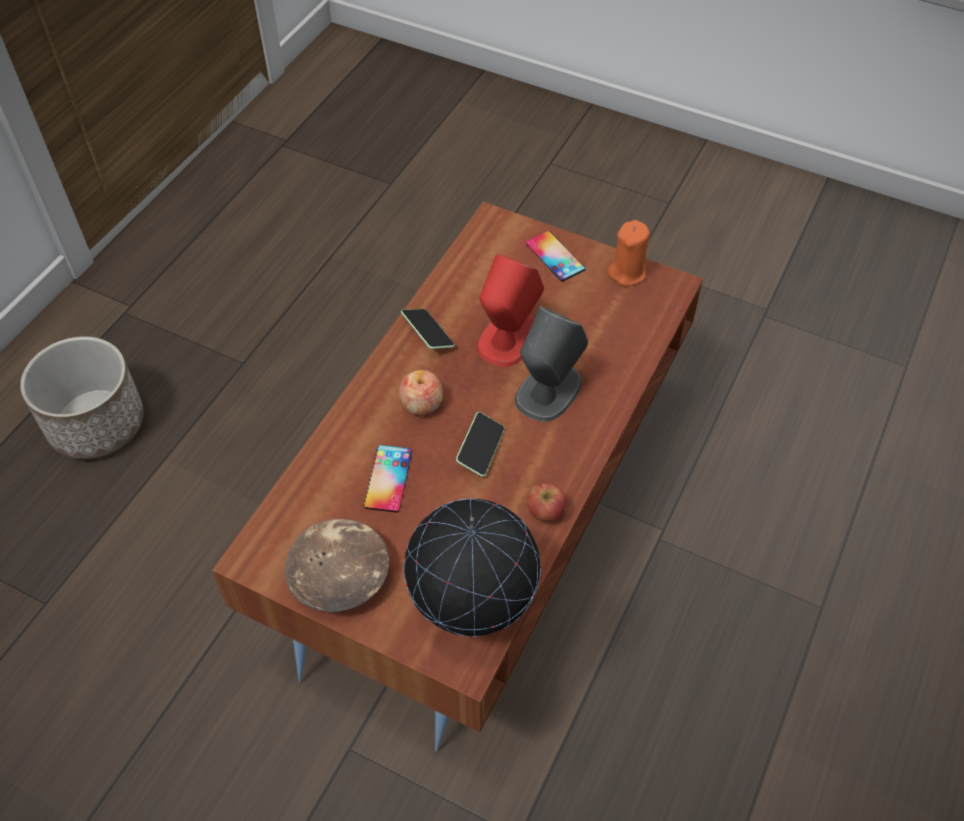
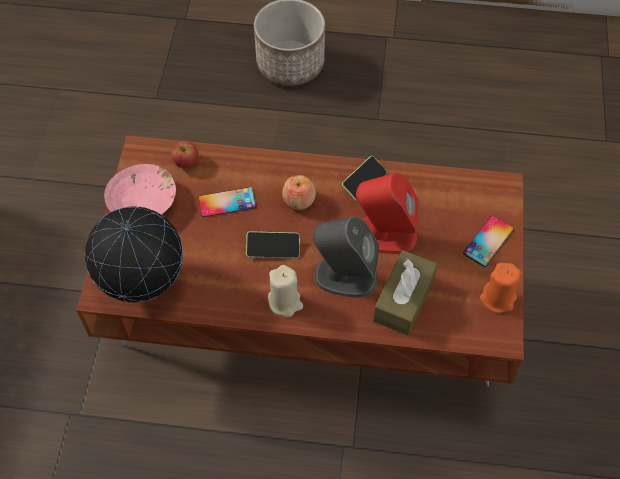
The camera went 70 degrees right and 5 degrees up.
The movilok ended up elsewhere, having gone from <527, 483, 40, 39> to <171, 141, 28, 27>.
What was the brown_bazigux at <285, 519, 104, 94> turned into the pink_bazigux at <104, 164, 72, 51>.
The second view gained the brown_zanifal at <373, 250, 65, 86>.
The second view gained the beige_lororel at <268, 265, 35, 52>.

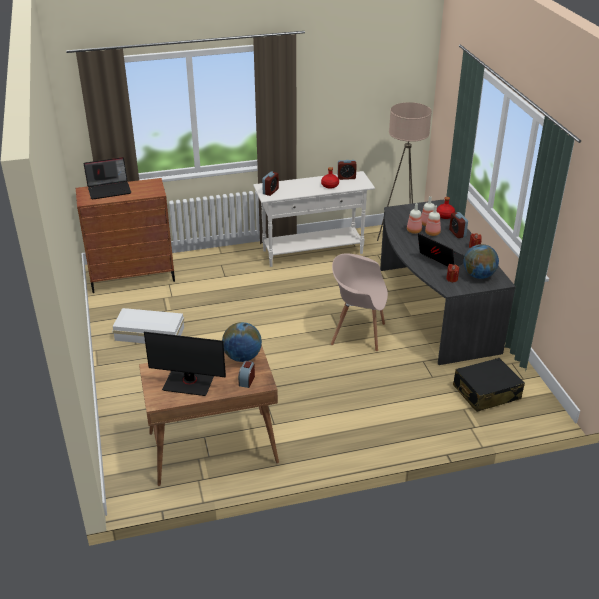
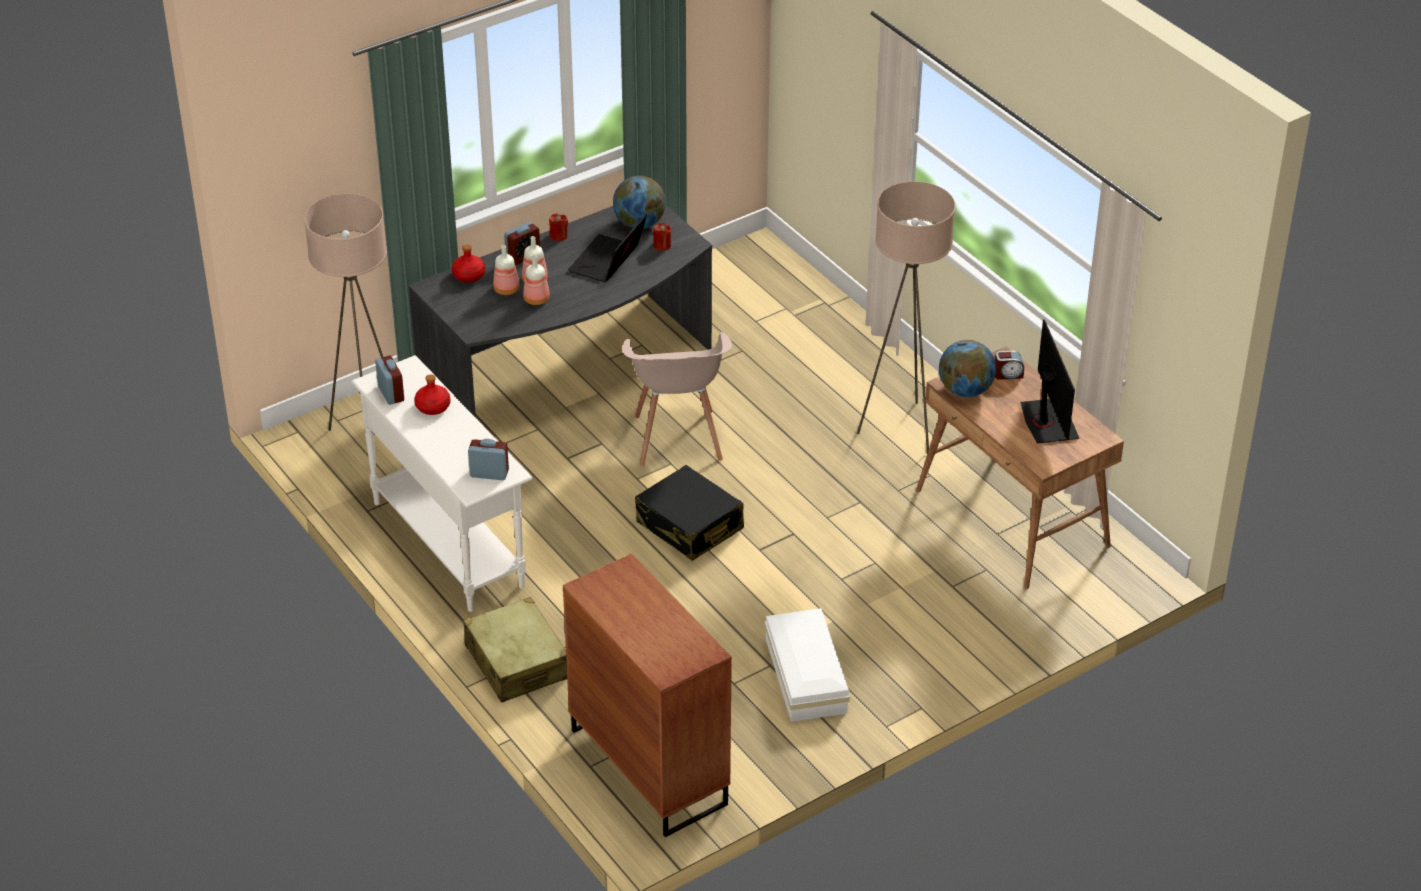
The camera went 110 degrees left and 5 degrees up.
The second view lost the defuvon at <83, 157, 48, 43>.
The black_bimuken ended up elsewhere, having gone from <453, 358, 72, 54> to <635, 465, 109, 96>.
The second view gained the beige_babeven at <857, 182, 99, 272>.
The second view gained the beige_bimuken at <463, 597, 104, 106>.

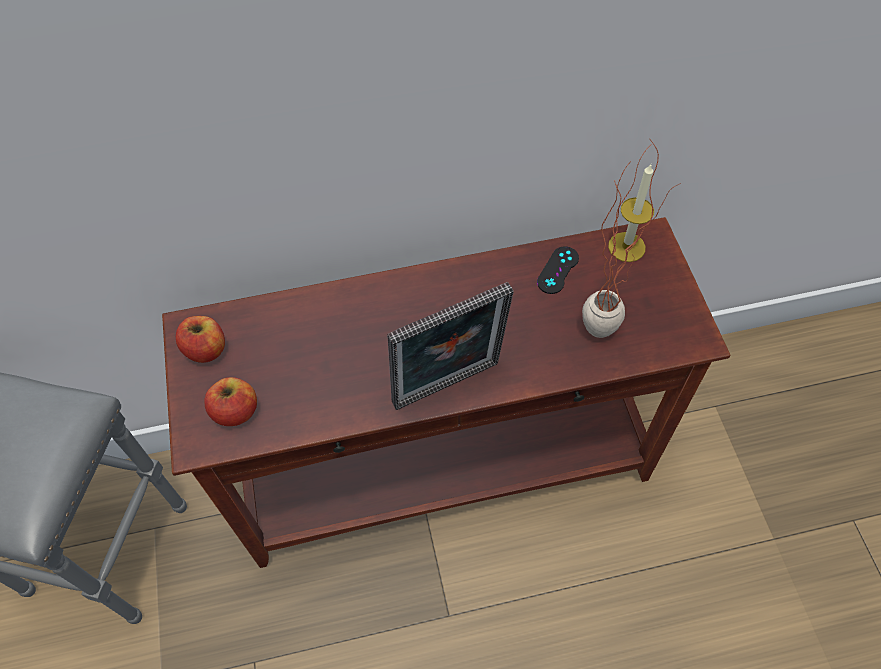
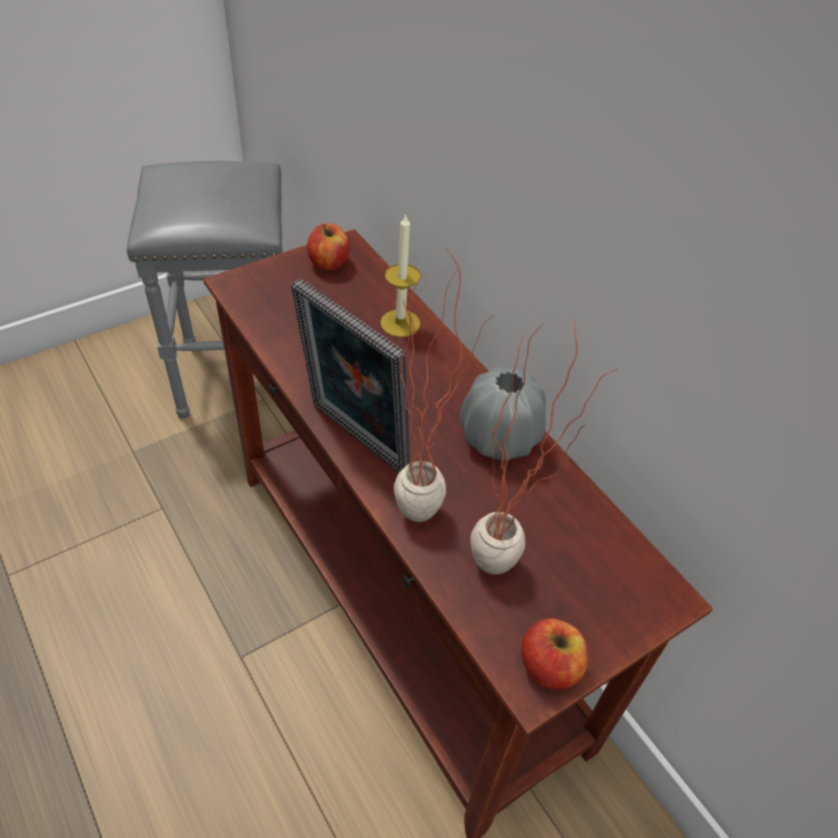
The camera went 65 degrees right and 10 degrees down.
The lororel ended up elsewhere, having gone from <608, 164, 46, 98> to <380, 213, 41, 124>.
The second view lost the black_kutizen at <537, 246, 42, 48>.
The movilok ended up elsewhere, having gone from <204, 377, 53, 49> to <521, 618, 67, 71>.
The second view gained the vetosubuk at <394, 250, 99, 272>.
The second view gained the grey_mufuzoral at <459, 368, 87, 92>.

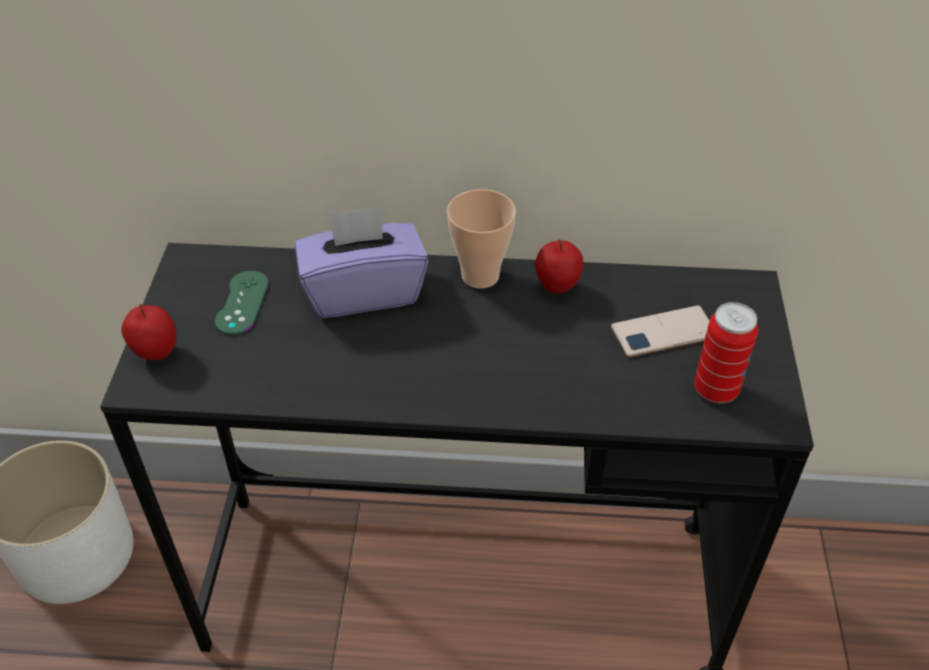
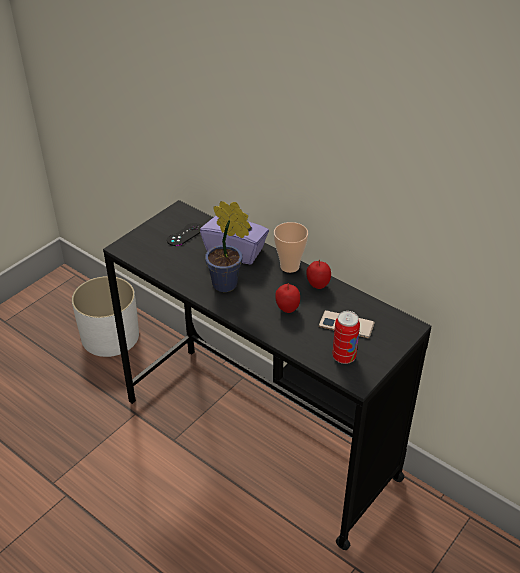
The camera went 35 degrees right and 5 degrees down.
What was the green_kutizen at <215, 271, 54, 64> turned into the black_kutizen at <167, 223, 35, 23>.
The movilok ended up elsewhere, having gone from <121, 304, 55, 56> to <275, 283, 25, 30>.
The second view gained the vetosubuk at <205, 201, 46, 91>.

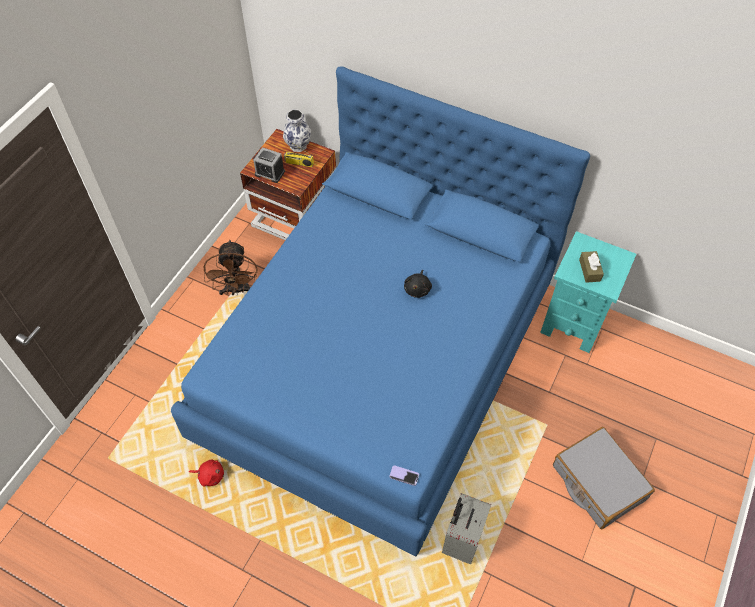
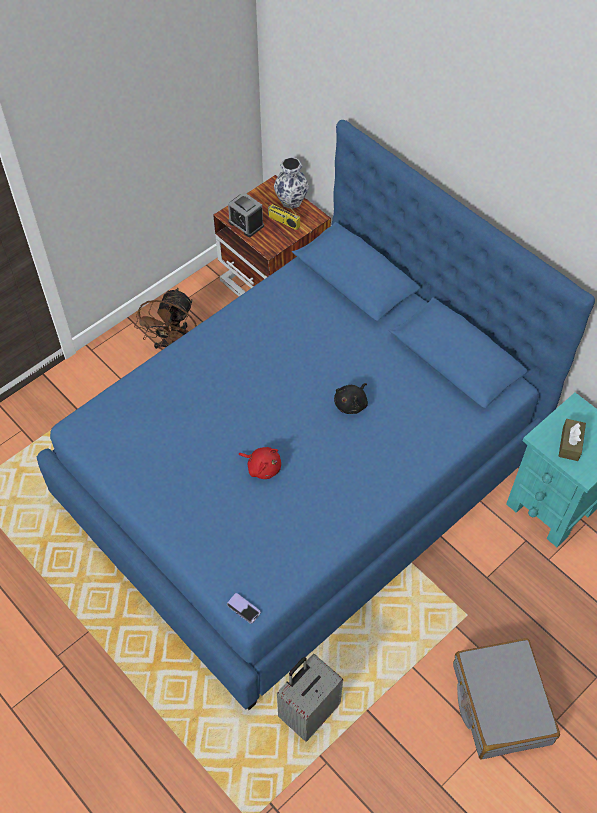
The camera went 20 degrees right and 0 degrees up.
The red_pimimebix ended up elsewhere, having gone from <189, 460, 35, 27> to <238, 447, 43, 32>.

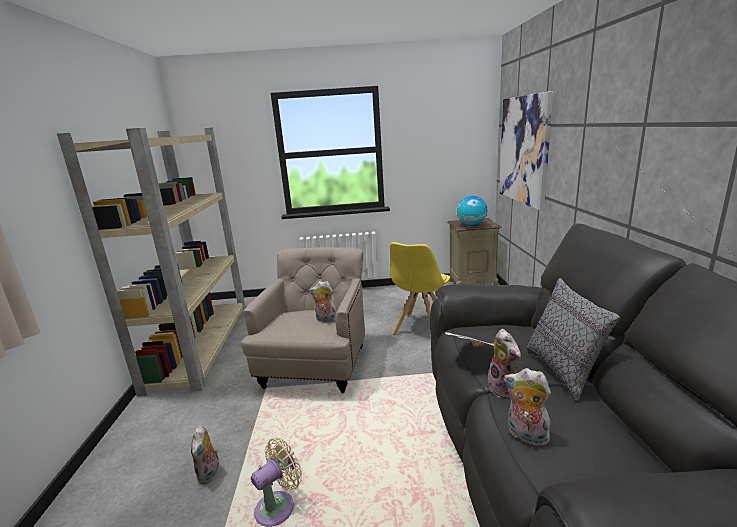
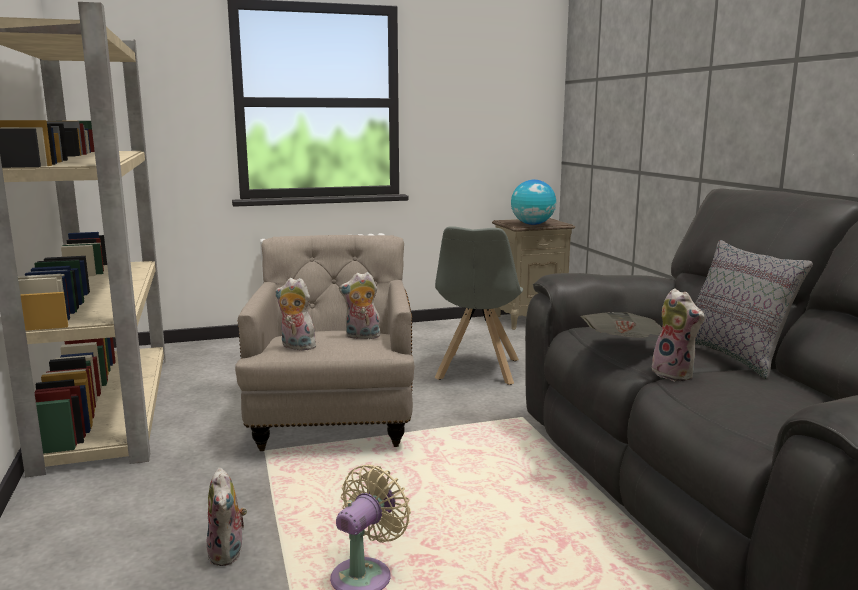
The camera went 15 degrees left and 5 degrees down.
The second view lost the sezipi at <499, 91, 54, 120>.
What was the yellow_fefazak at <390, 242, 60, 93> turned into the grey_fefazak at <435, 226, 88, 159>.
The pimimebix ended up elsewhere, having gone from <504, 368, 48, 78> to <275, 278, 41, 72>.

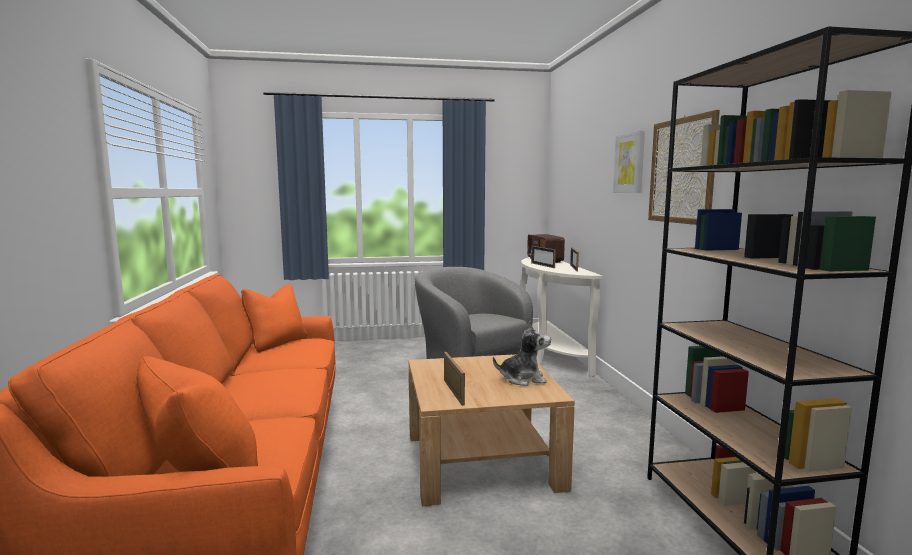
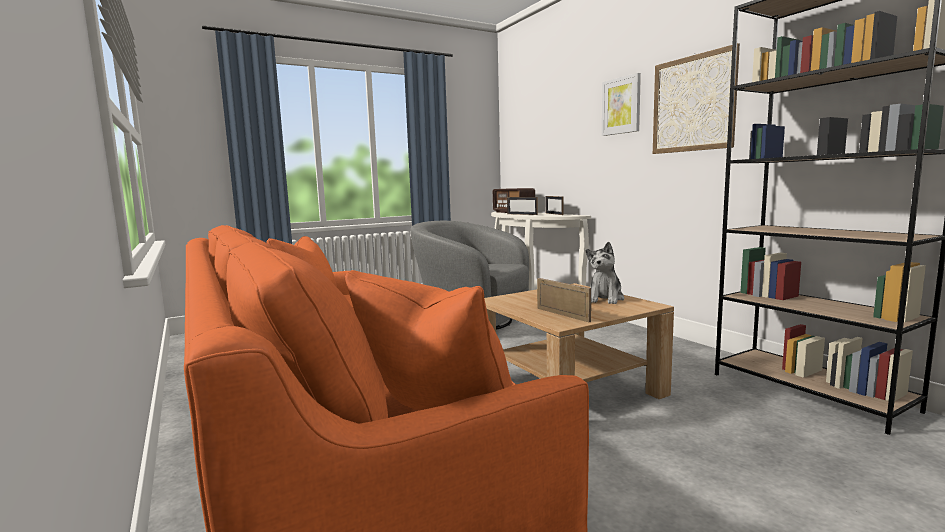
The camera went 20 degrees left and 0 degrees up.
The pimimebix at <493, 321, 58, 65> ended up facing another way, 135 degrees clockwise from before.

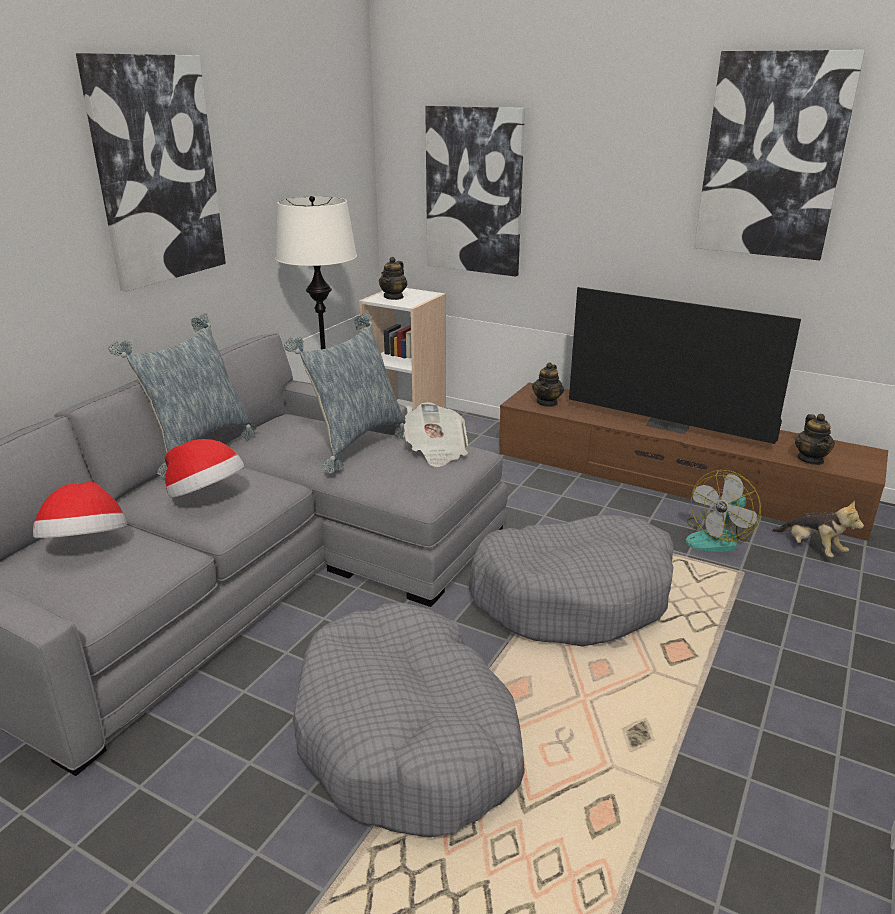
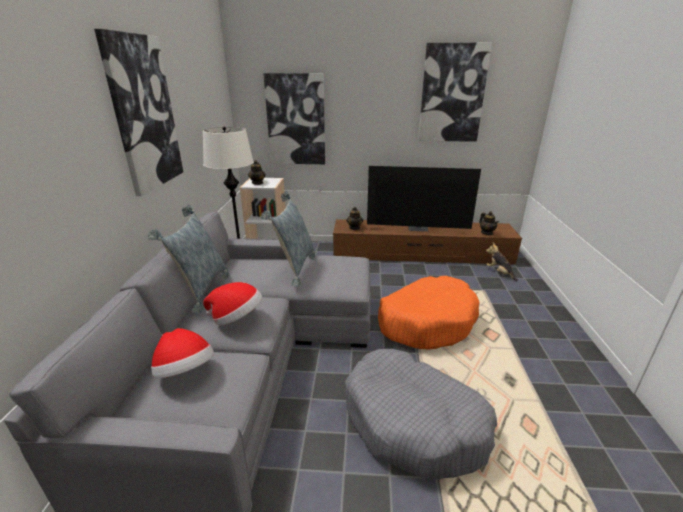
The camera went 25 degrees left and 0 degrees up.
The second view lost the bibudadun at <403, 402, 65, 65>.
The second view lost the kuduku at <685, 470, 76, 82>.
The pimimebix at <772, 501, 92, 56> ended up facing another way, 150 degrees counterclockwise from before.
What was the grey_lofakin at <469, 515, 205, 132> turned into the orange_lofakin at <378, 276, 101, 74>.

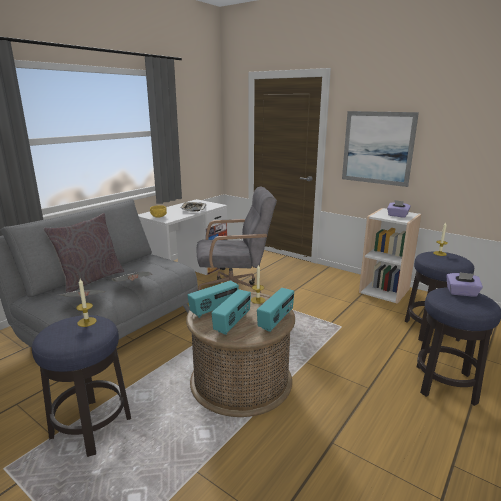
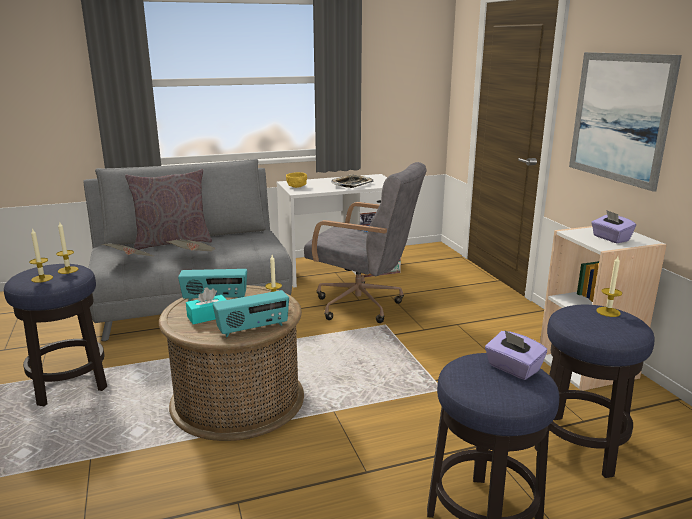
The camera went 35 degrees right and 0 degrees up.
Where the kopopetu stood at <211, 289, 40, 46>, the turquoise_zanifal came to stand at <186, 288, 40, 36>.
The second view gained the lororel at <29, 228, 24, 55>.

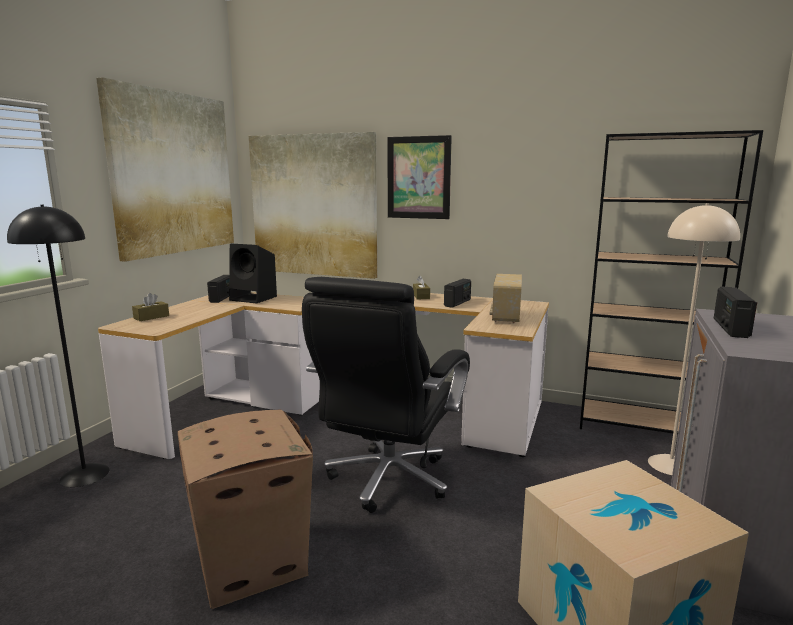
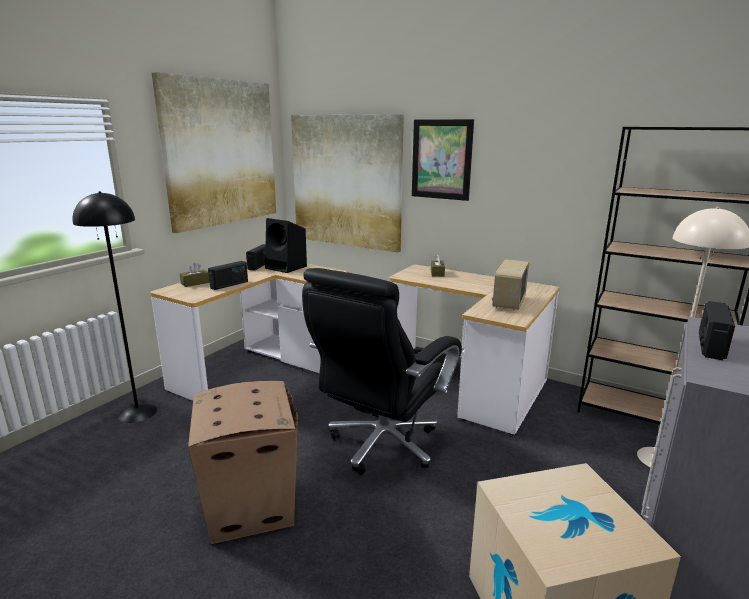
The camera went 10 degrees right and 5 degrees up.
The kopopetu ended up elsewhere, having gone from <444, 279, 27, 29> to <208, 261, 40, 29>.

